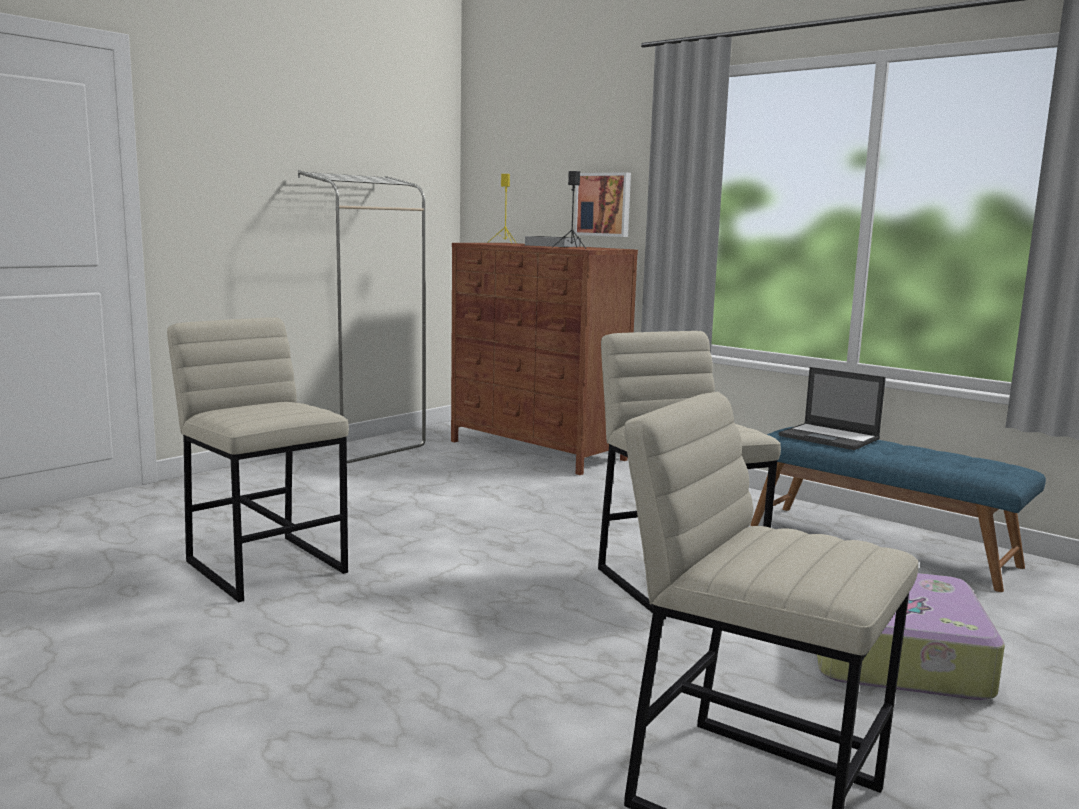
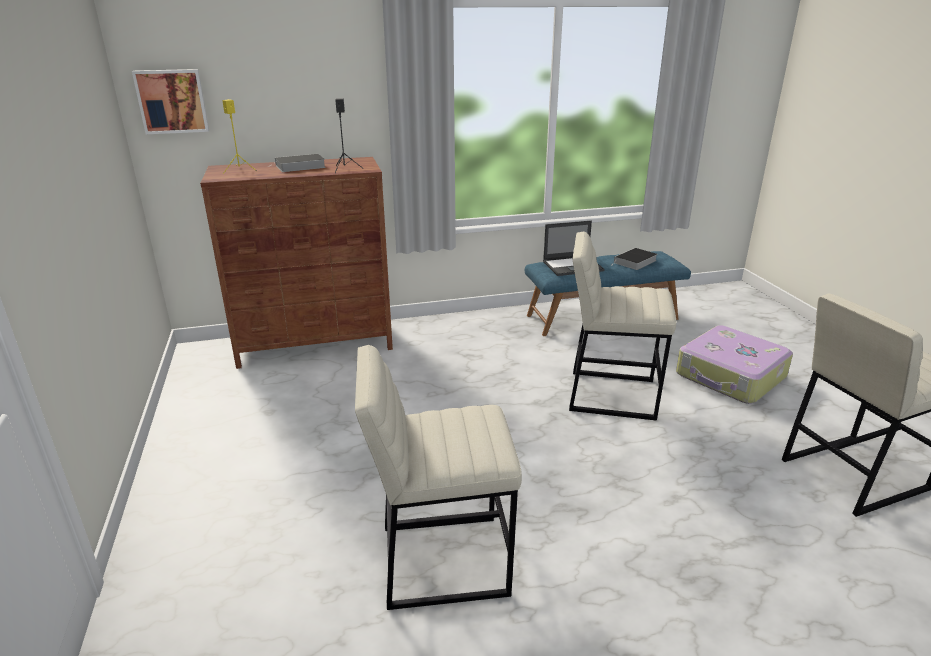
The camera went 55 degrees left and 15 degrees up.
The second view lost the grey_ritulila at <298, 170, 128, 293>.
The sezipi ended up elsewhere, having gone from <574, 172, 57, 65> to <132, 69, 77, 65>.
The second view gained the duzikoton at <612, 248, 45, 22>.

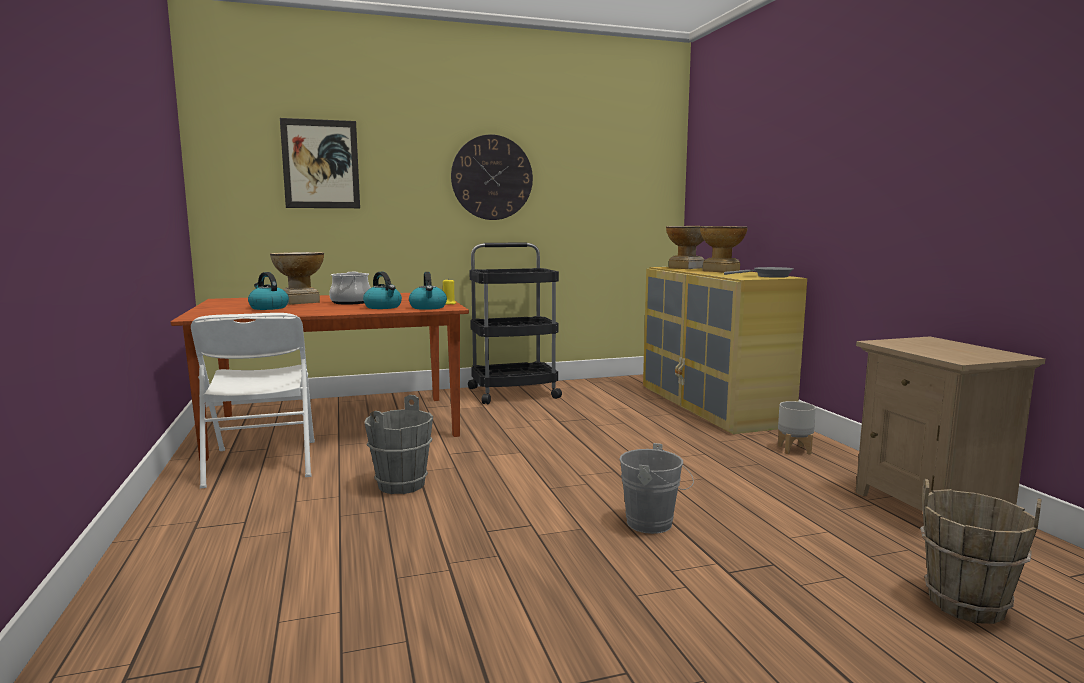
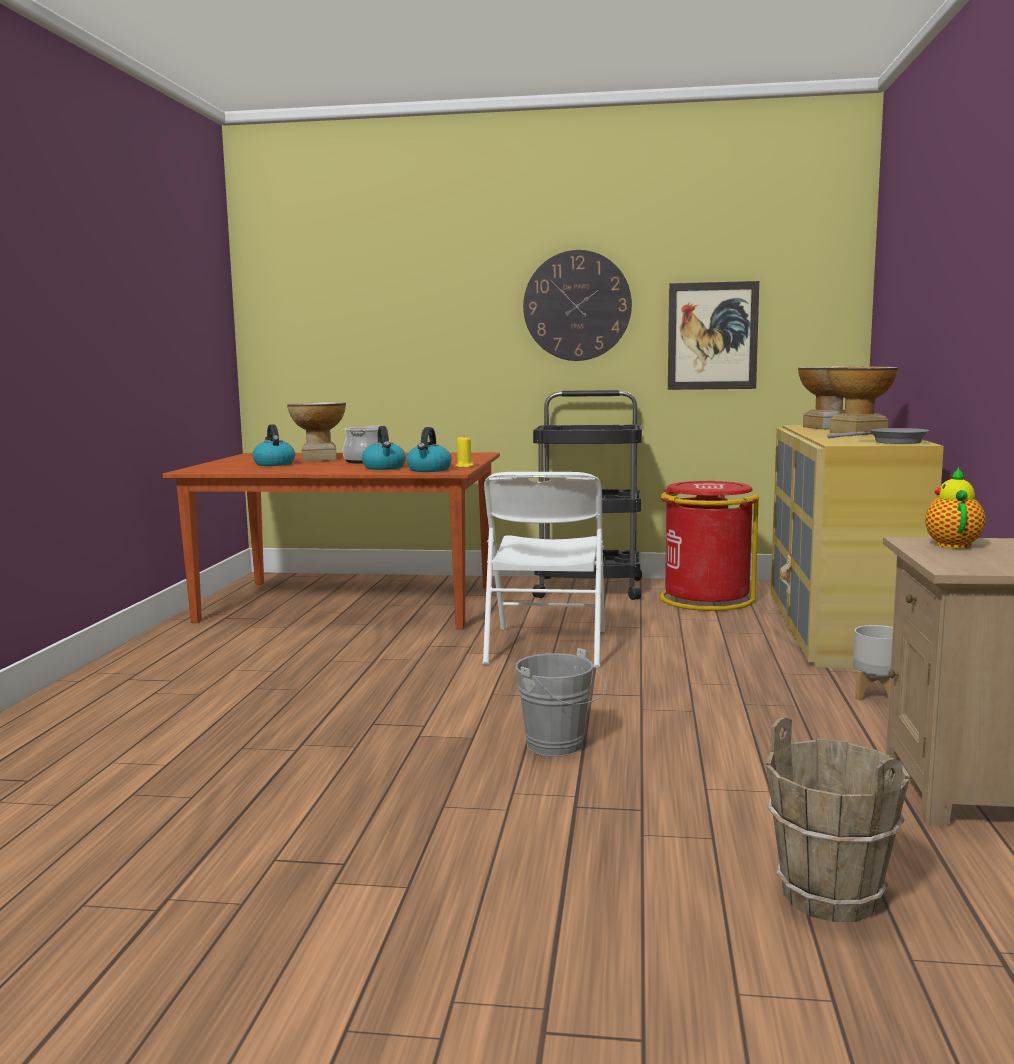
The camera went 25 degrees right and 0 degrees up.
The sezipi ended up elsewhere, having gone from <280, 118, 80, 90> to <668, 281, 91, 109>.
The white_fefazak ended up elsewhere, having gone from <191, 313, 124, 175> to <482, 472, 123, 196>.
The second view lost the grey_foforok at <364, 395, 69, 99>.
The second view gained the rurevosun at <925, 467, 61, 82>.
The second view gained the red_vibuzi at <660, 481, 100, 130>.

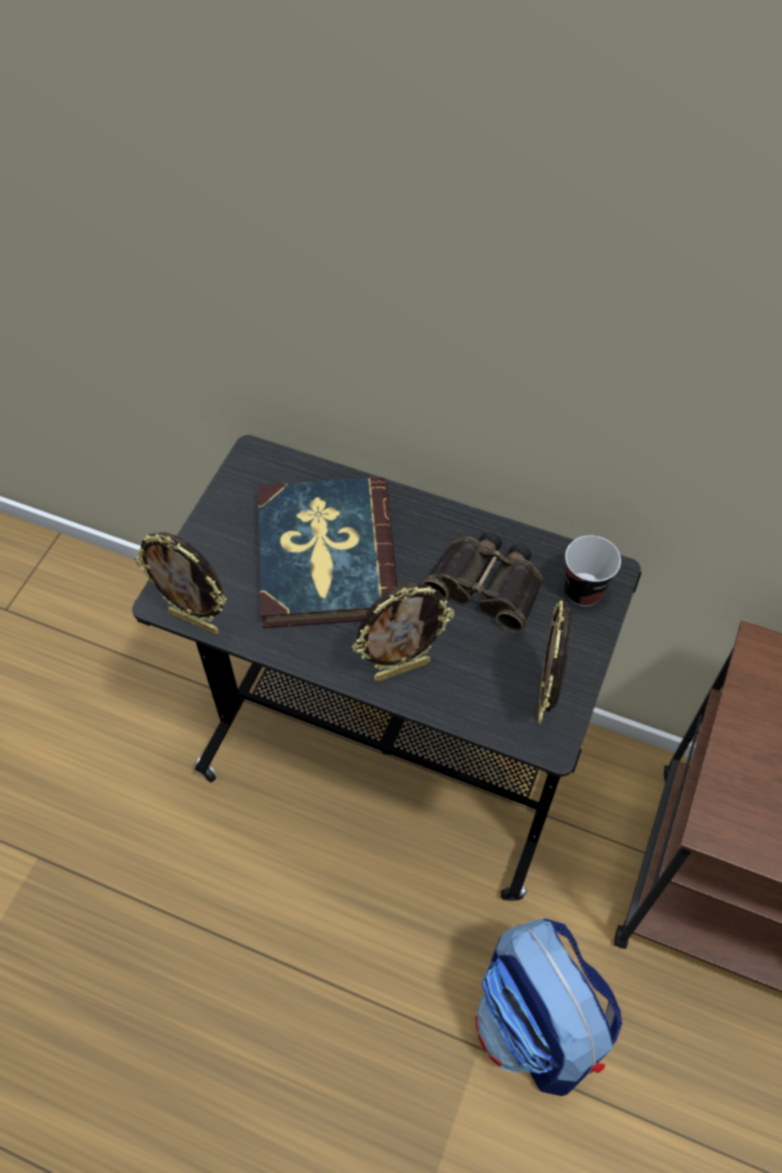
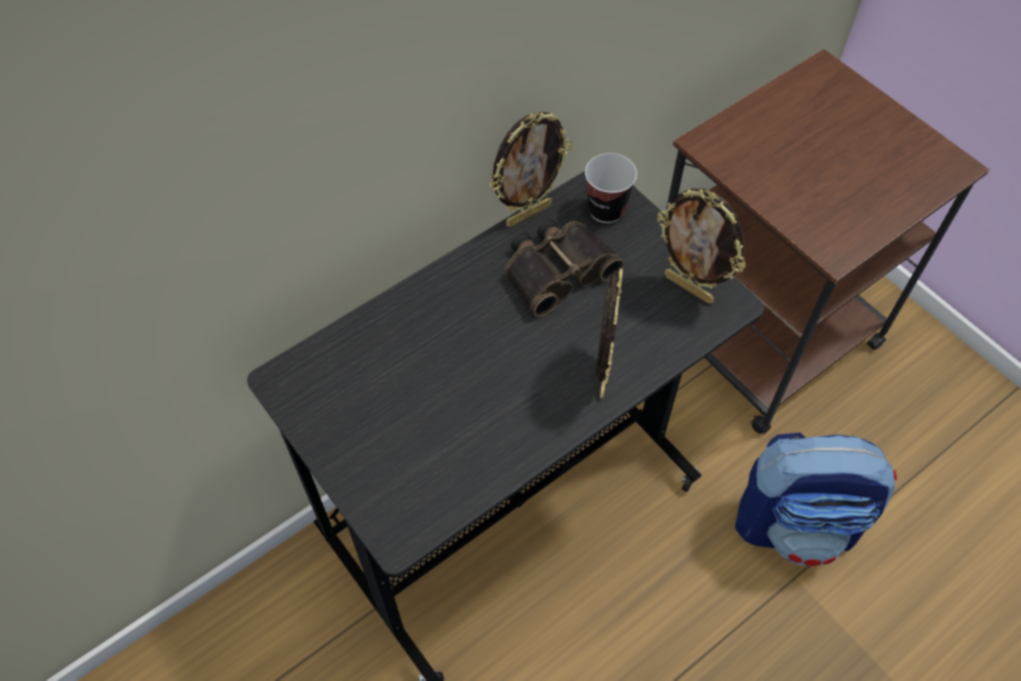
The camera went 60 degrees left and 0 degrees up.
The second view lost the duzikoton at <258, 477, 139, 151>.
The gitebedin ended up elsewhere, having gone from <134, 532, 93, 103> to <490, 112, 82, 115>.

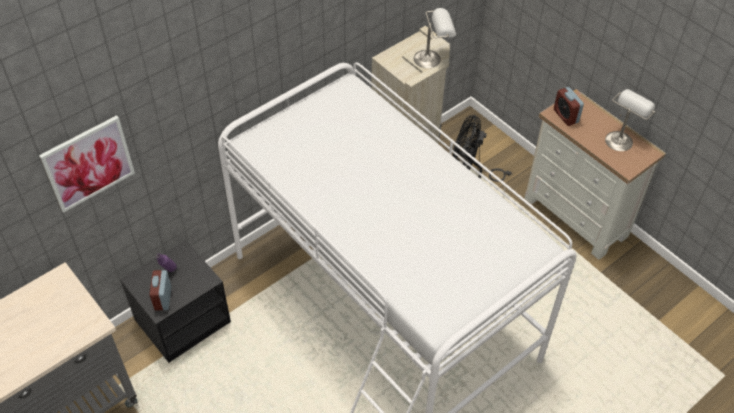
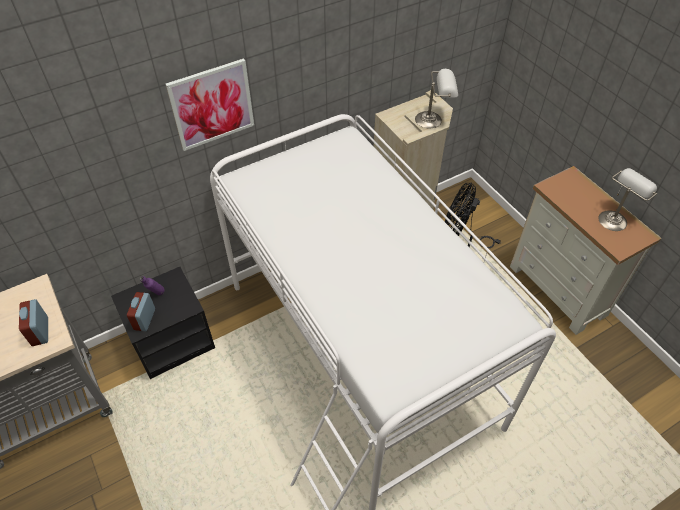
The camera went 10 degrees right and 0 degrees up.
The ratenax ended up elsewhere, having gone from <554, 87, 30, 39> to <19, 299, 29, 47>.
The sezipi ended up elsewhere, having gone from <39, 115, 96, 98> to <166, 58, 88, 93>.

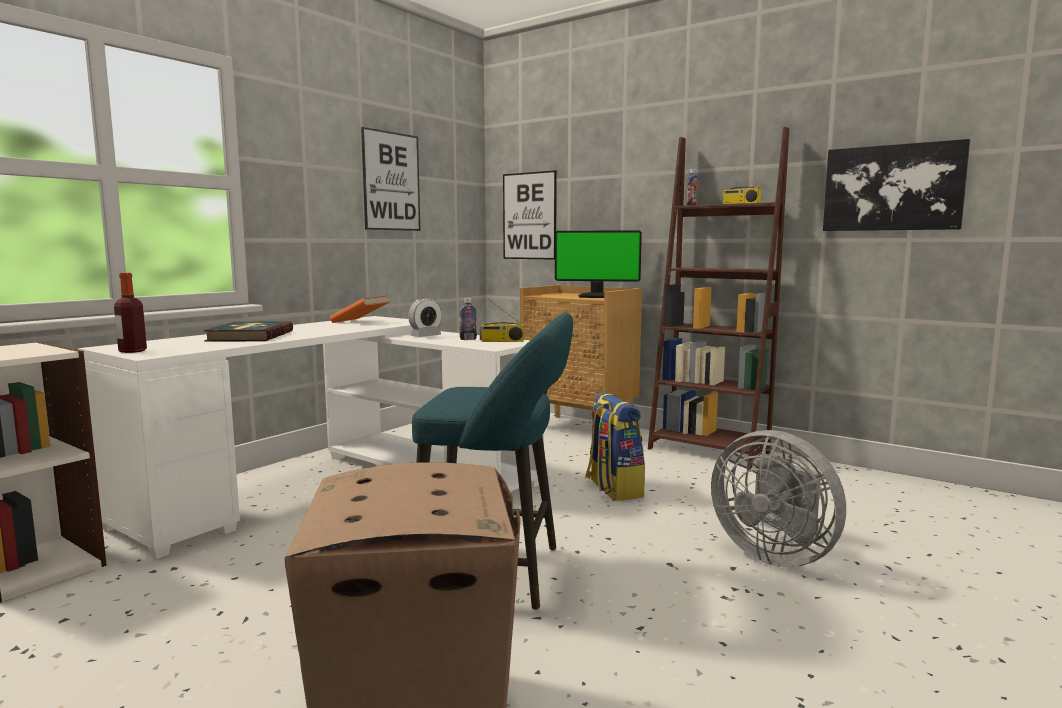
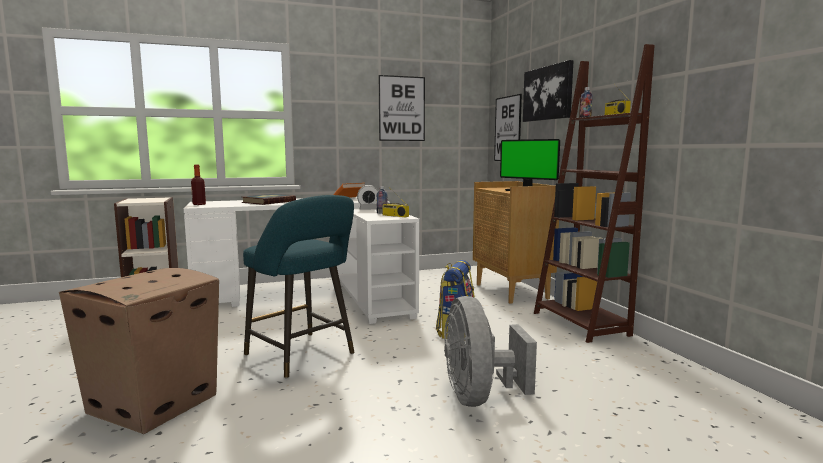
The camera went 35 degrees right and 0 degrees up.
The sezipi ended up elsewhere, having gone from <823, 139, 147, 92> to <523, 60, 50, 62>.

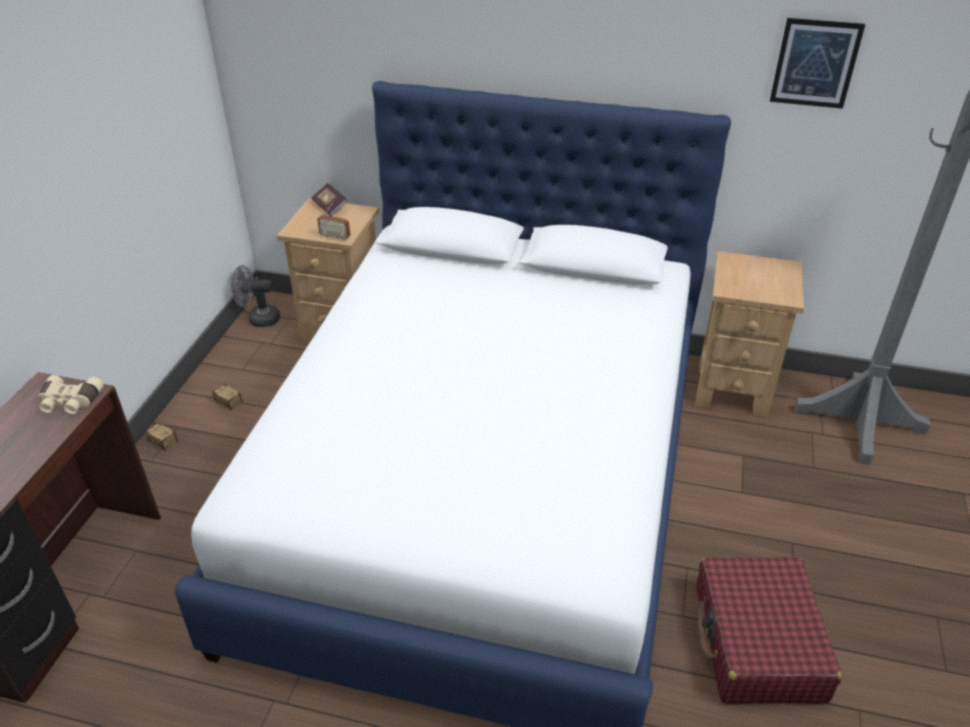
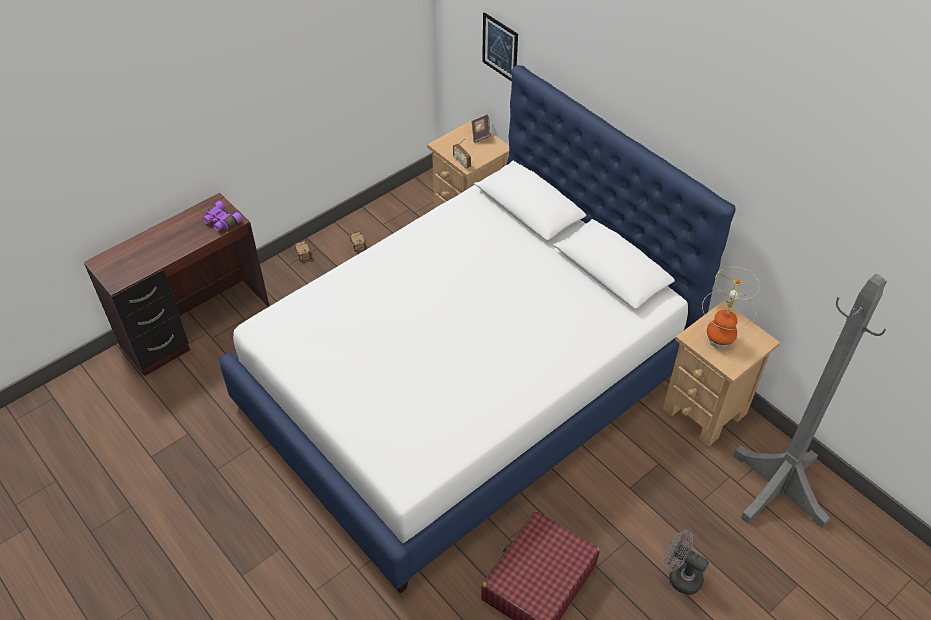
The camera went 35 degrees right and 10 degrees up.
The sezipi ended up elsewhere, having gone from <770, 18, 95, 91> to <482, 12, 36, 70>.
The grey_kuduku ended up elsewhere, having gone from <231, 265, 49, 62> to <664, 530, 45, 65>.
What was the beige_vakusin at <38, 375, 66, 39> turned into the purple_vakusin at <203, 201, 40, 30>.
The second view gained the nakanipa at <702, 267, 58, 81>.

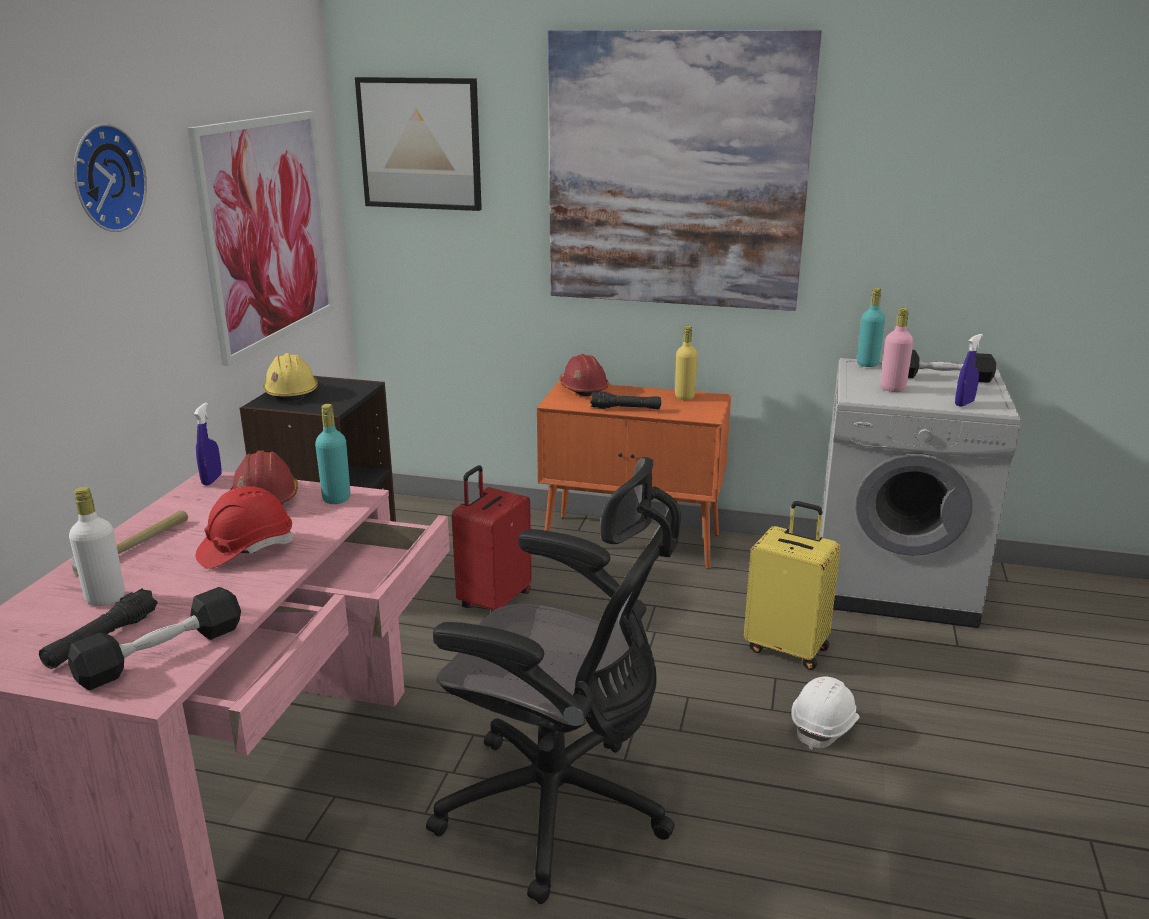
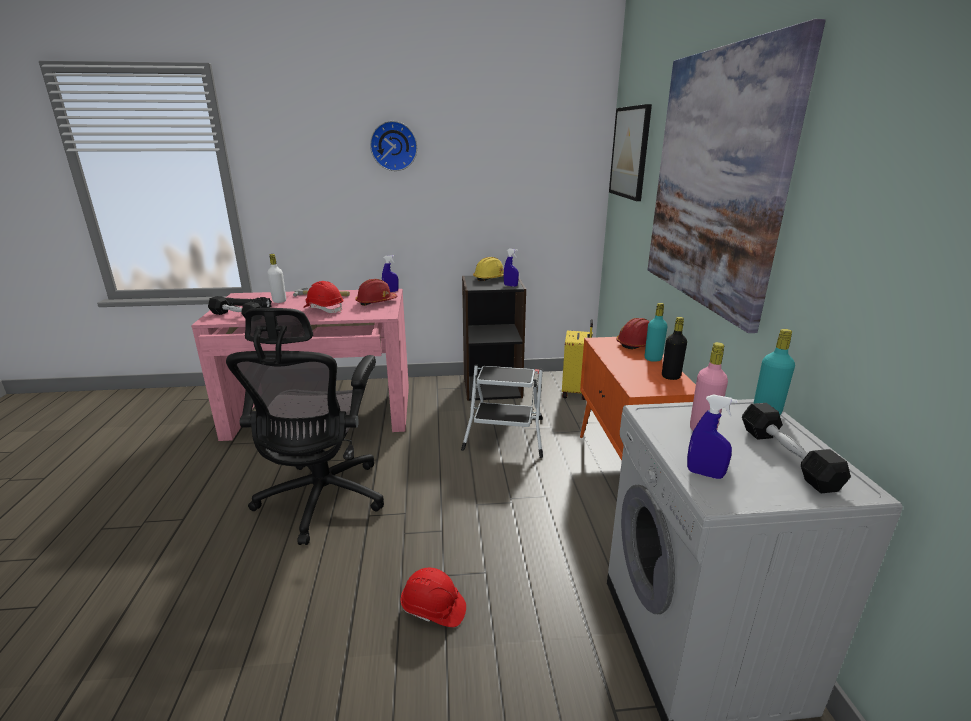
The camera went 70 degrees right and 0 degrees up.
The second view lost the sezipi at <188, 111, 146, 255>.
What was the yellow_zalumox at <675, 326, 23, 74> turned into the black_zalumox at <662, 317, 25, 63>.
The second view lost the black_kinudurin at <590, 391, 71, 18>.
The turquoise_zalumox ended up elsewhere, having gone from <315, 404, 35, 100> to <645, 303, 23, 59>.
Where the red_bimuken stood at <452, 465, 80, 147>, the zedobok came to stand at <461, 364, 82, 94>.
The yellow_bimuken ended up elsewhere, having gone from <744, 501, 97, 169> to <562, 319, 31, 81>.
What was the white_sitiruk at <791, 676, 69, 74> turned into the red_sitiruk at <401, 568, 65, 59>.
The second view gained the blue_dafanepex at <503, 249, 16, 38>.

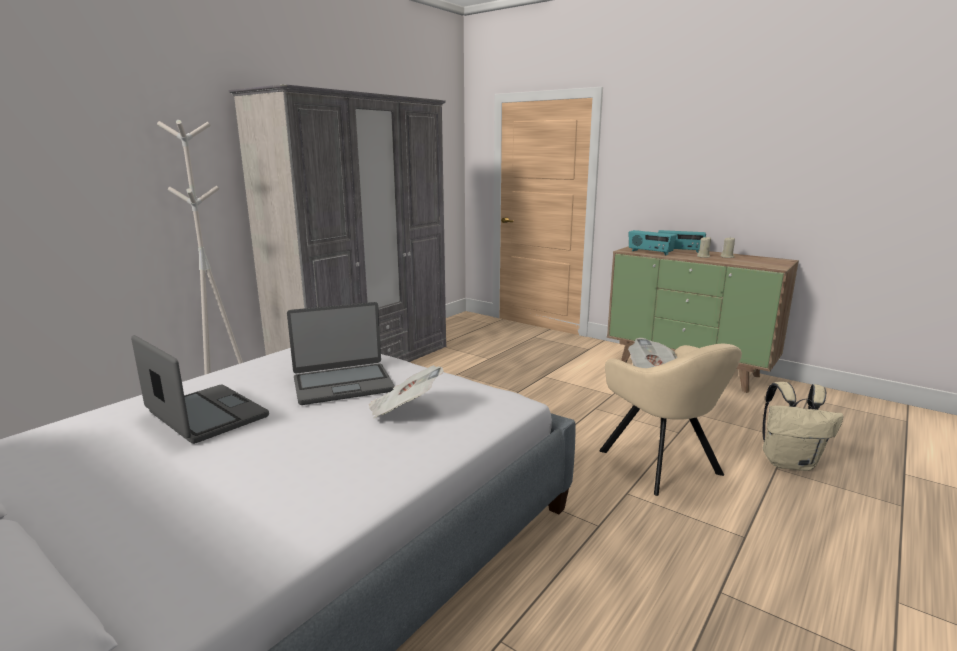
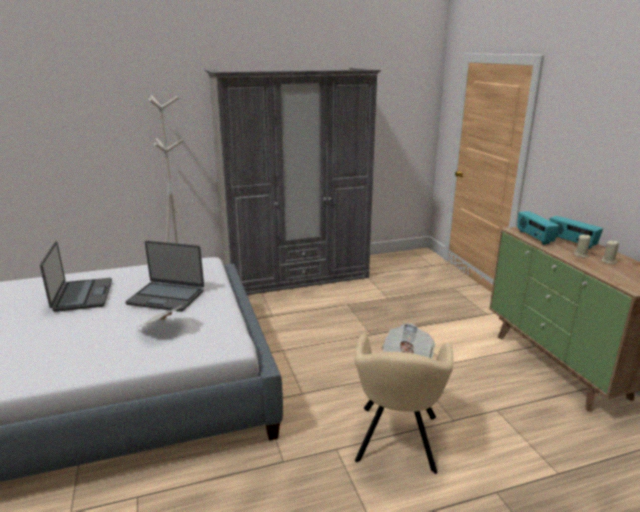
The camera went 35 degrees right and 5 degrees up.
The second view lost the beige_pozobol at <763, 382, 81, 89>.

